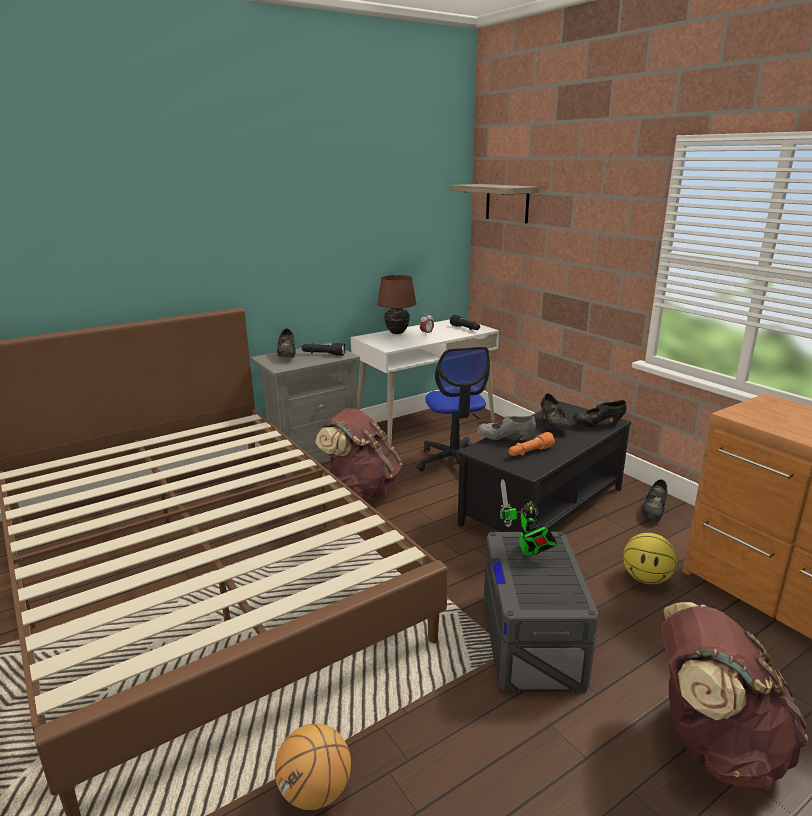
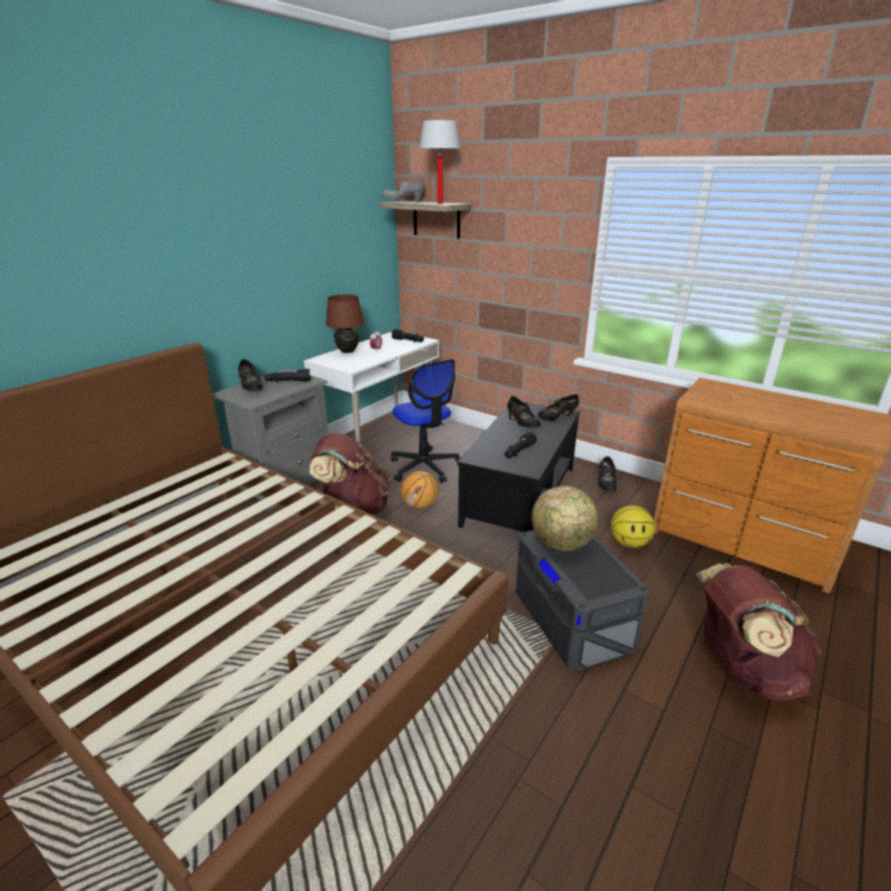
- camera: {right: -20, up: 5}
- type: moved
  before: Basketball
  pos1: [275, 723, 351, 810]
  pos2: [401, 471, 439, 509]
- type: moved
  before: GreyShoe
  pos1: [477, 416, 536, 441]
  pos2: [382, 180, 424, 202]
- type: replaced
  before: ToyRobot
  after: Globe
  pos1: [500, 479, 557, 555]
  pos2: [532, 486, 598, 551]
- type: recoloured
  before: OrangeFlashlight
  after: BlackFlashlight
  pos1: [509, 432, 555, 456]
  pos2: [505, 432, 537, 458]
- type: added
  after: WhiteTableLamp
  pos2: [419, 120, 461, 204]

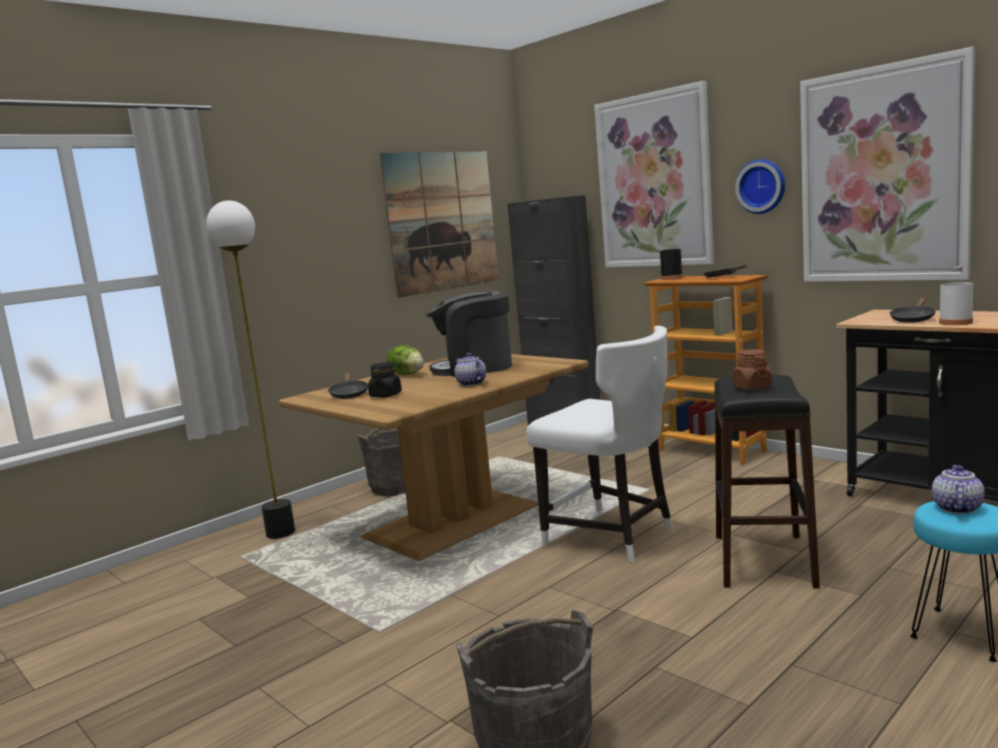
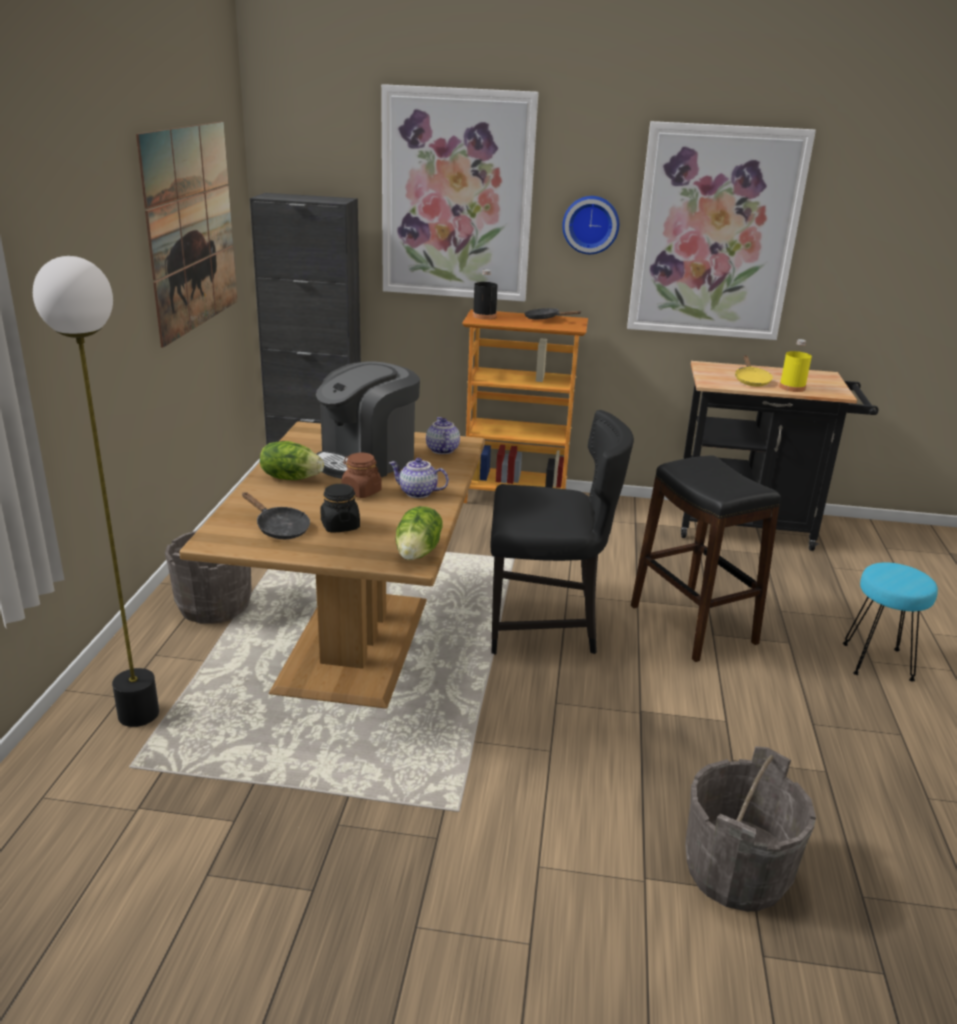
- camera: {right: -40, up: 15}
- type: recoloured
  before: WhiteChair
  after: BlackChair
  pos1: [526, 326, 674, 562]
  pos2: [490, 410, 634, 654]
- type: moved
  before: BrownJar
  pos1: [732, 349, 773, 390]
  pos2: [342, 453, 382, 498]
- type: recoloured
  before: BlackFryingPan
  after: YellowFryingPan
  pos1: [890, 297, 936, 323]
  pos2: [735, 355, 773, 387]
- type: moved
  before: Teapot
  pos1: [932, 465, 985, 514]
  pos2: [426, 417, 460, 454]
- type: recoloured
  before: WhiteBottle
  after: YellowBottle
  pos1: [939, 266, 973, 325]
  pos2: [779, 339, 812, 392]
- type: added
  after: Lettuce
  pos2: [396, 506, 443, 560]

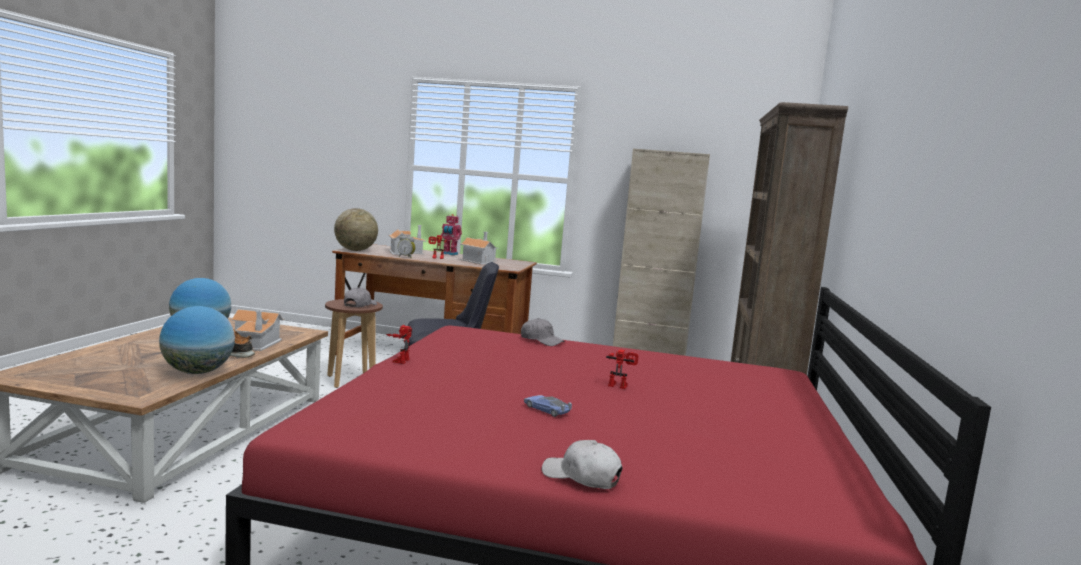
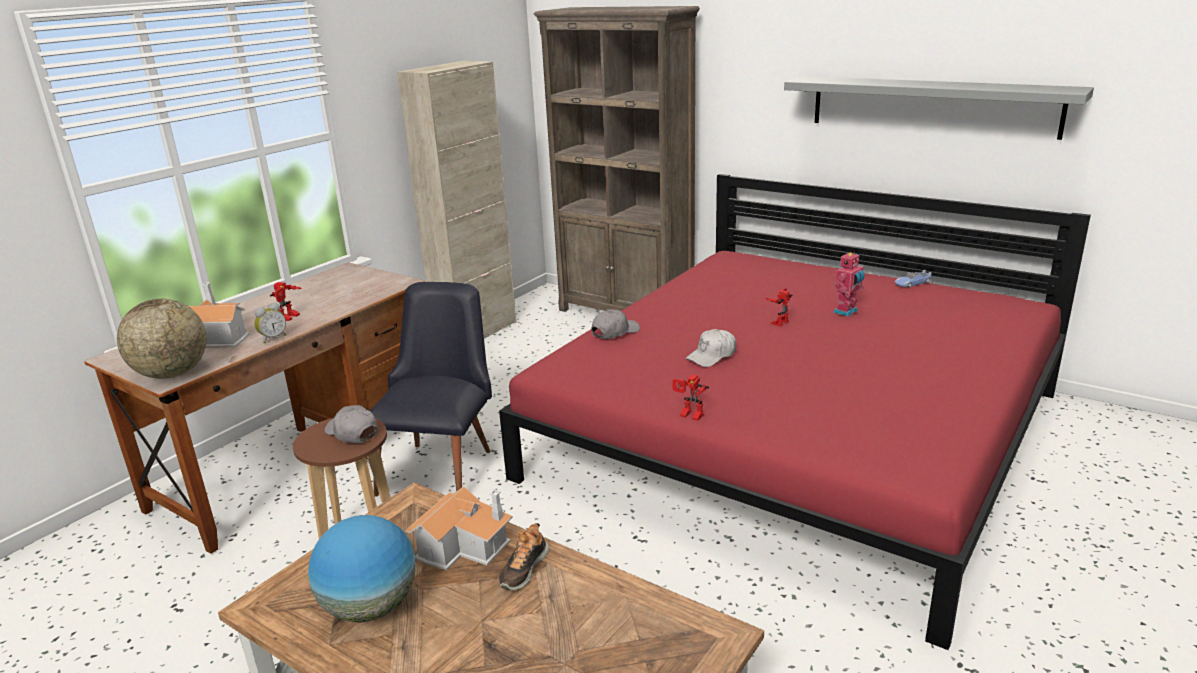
- camera: {right: -65, up: 15}
- type: removed
  before: Globe
  pos1: [159, 306, 235, 374]
- type: moved
  before: ToyRobot
  pos1: [441, 214, 462, 255]
  pos2: [833, 251, 865, 317]
- type: removed
  before: ToyHouse
  pos1: [460, 232, 499, 265]
- type: moved
  before: ToyCar
  pos1: [524, 395, 572, 417]
  pos2: [895, 270, 932, 288]
- type: moved
  before: WhiteCap
  pos1: [542, 440, 622, 489]
  pos2: [686, 329, 736, 367]
- type: added
  after: GreyShelf
  pos2: [784, 76, 1094, 140]

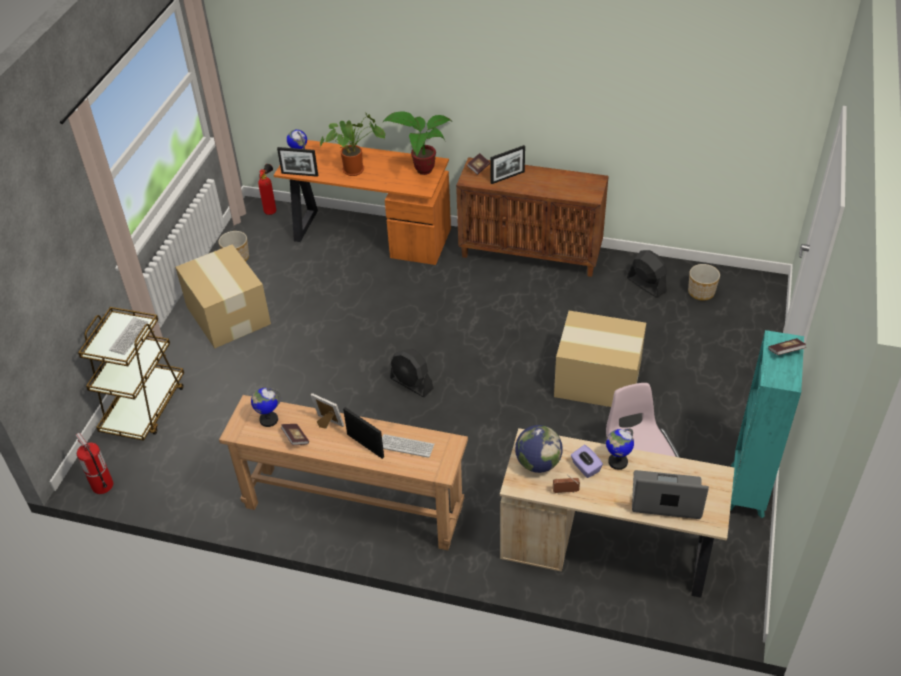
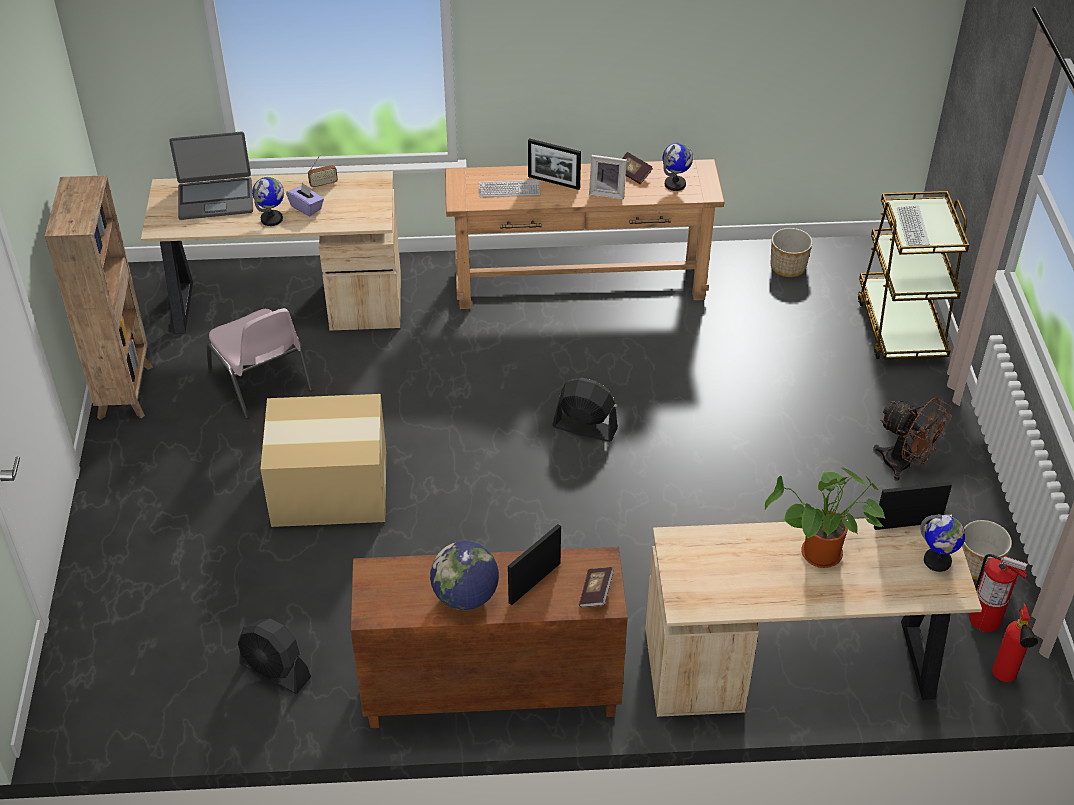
- camera: {right: 160, up: 0}
- type: moved
  before: FireExtinguisher
  pos1: [75, 433, 113, 494]
  pos2: [969, 554, 1028, 632]
- type: replaced
  before: CardboardBox
  after: BrownFan
  pos1: [175, 244, 271, 349]
  pos2: [873, 398, 952, 481]
- type: recoloured
  before: OrangeDesk
  after: BeigeDesk
  pos1: [274, 140, 451, 265]
  pos2: [645, 515, 982, 717]
- type: removed
  before: PottedPlant
  pos1: [382, 112, 452, 175]
- type: moved
  before: Globe
  pos1: [515, 425, 563, 473]
  pos2: [430, 541, 499, 610]
- type: moved
  before: Planter
  pos1: [688, 264, 720, 301]
  pos2: [771, 228, 813, 277]
- type: recoloured
  before: TurquoiseBookcase
  after: BrownBookcase
  pos1: [730, 330, 804, 518]
  pos2: [45, 175, 153, 420]
- type: removed
  before: Book
  pos1: [768, 338, 807, 355]

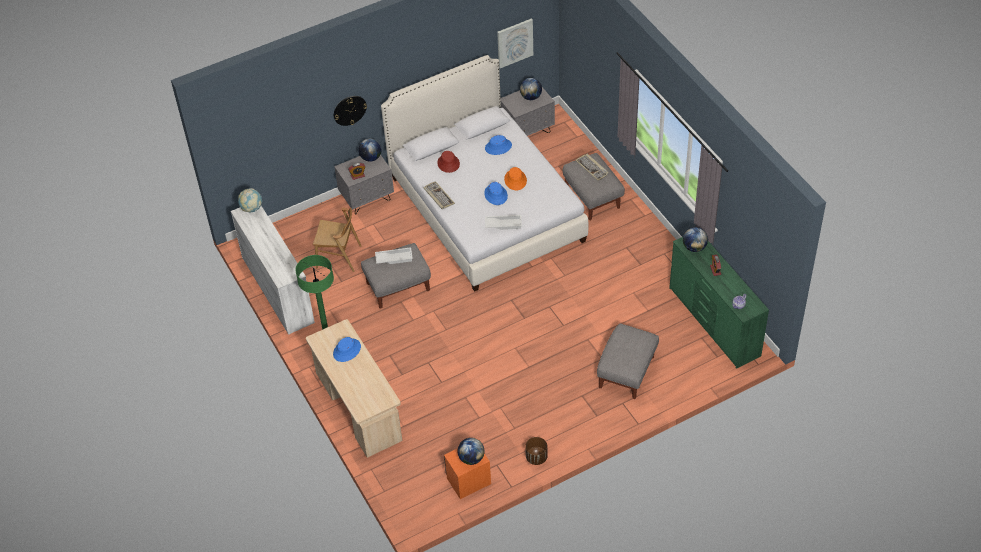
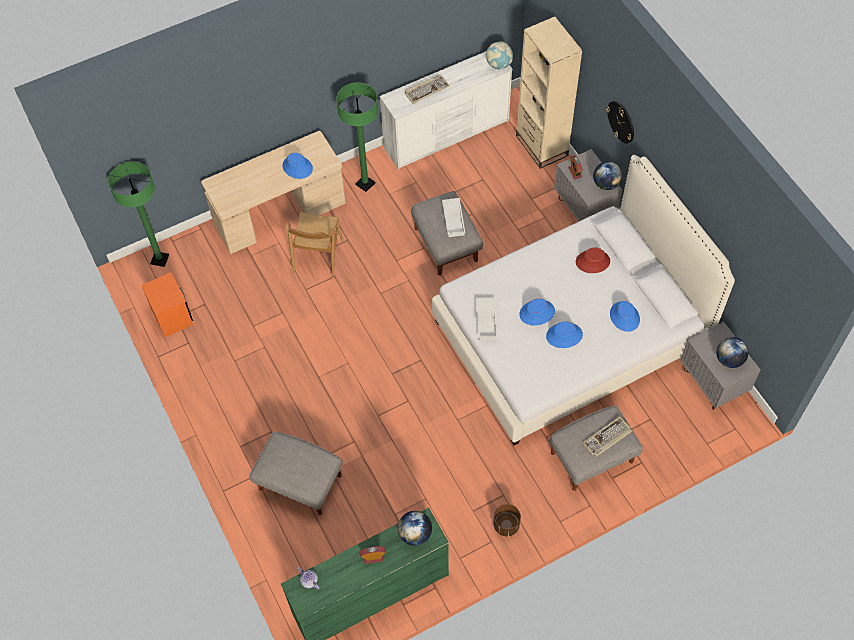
- camera: {right: 90, up: 10}
- type: moved
  before: BrownChair
  pos1: [313, 208, 361, 272]
  pos2: [286, 212, 343, 278]
- type: moved
  before: Keyboard
  pos1: [423, 181, 455, 209]
  pos2: [405, 74, 449, 104]
- type: removed
  before: Globe
  pos1: [458, 438, 485, 465]
- type: removed
  before: Picture
  pos1: [497, 19, 533, 68]
- type: recoloured
  before: OrangeHat
  after: BlueHat
  pos1: [504, 167, 527, 190]
  pos2: [546, 322, 583, 348]
- type: moved
  before: BrownPlanter
  pos1: [525, 437, 548, 465]
  pos2: [493, 504, 521, 536]
- type: added
  after: GreenFloorLamp
  pos2: [108, 161, 169, 267]
- type: added
  after: BeigeBookcase
  pos2: [516, 17, 583, 169]

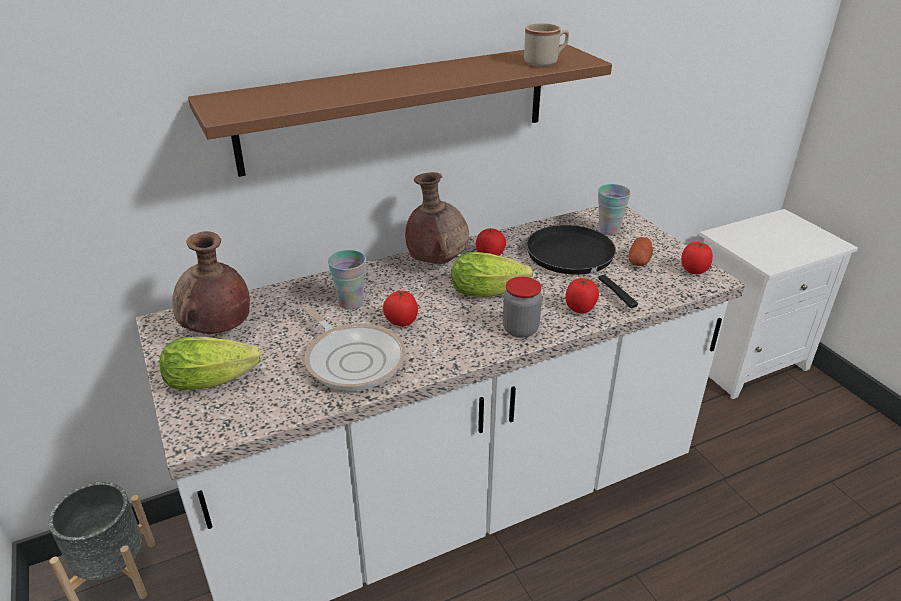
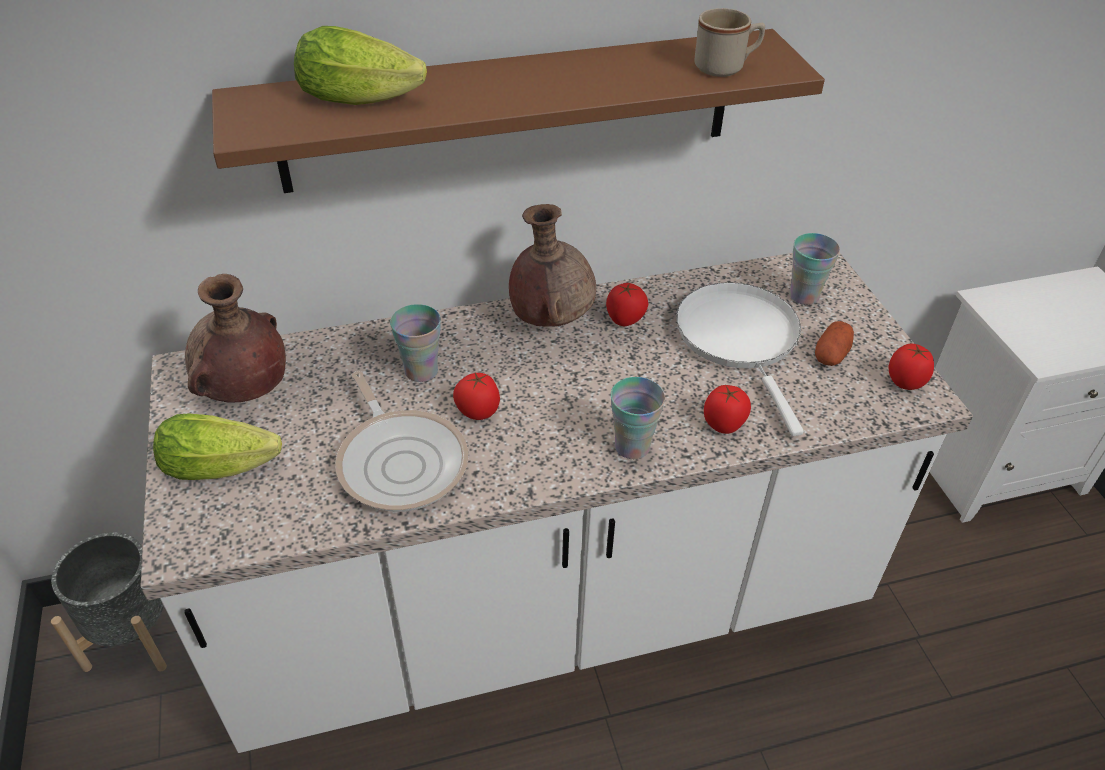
- camera: {right: 10, up: 10}
- type: moved
  before: Lettuce
  pos1: [451, 252, 533, 297]
  pos2: [294, 26, 427, 105]
- type: replaced
  before: Jar
  after: Cup
  pos1: [503, 277, 542, 338]
  pos2: [611, 377, 665, 459]
- type: recoloured
  before: BlackFryingPan
  after: WhiteFryingPan
  pos1: [526, 225, 638, 308]
  pos2: [676, 282, 804, 436]

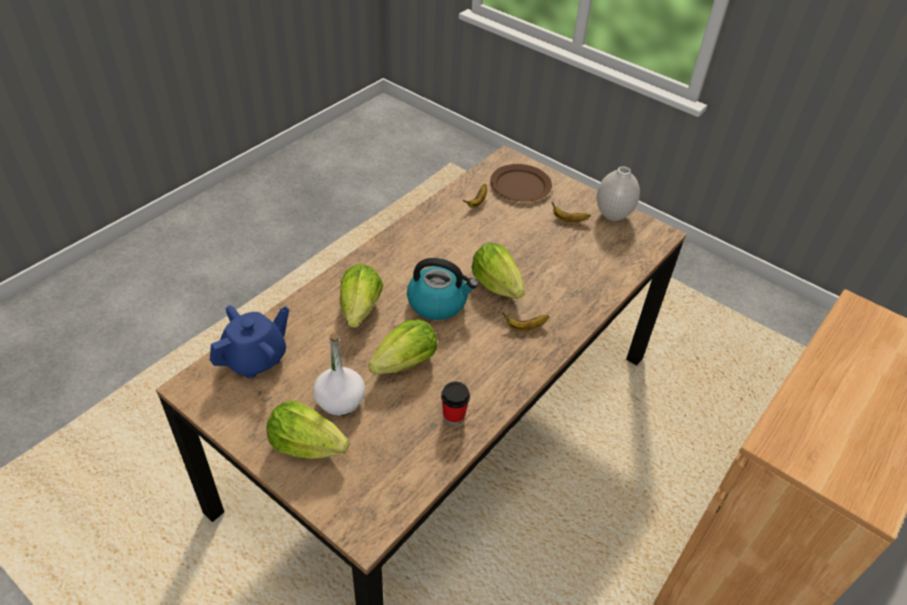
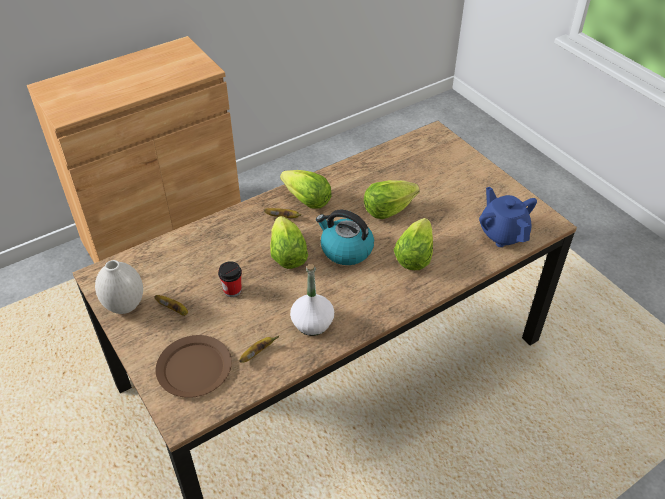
- camera: {right: -160, up: 0}
- type: turned
  before: BlueTeapot
  pos1: [210, 305, 289, 378]
  pos2: [479, 187, 537, 247]
  turn: 90
- type: moved
  before: Lettuce
  pos1: [266, 401, 350, 459]
  pos2: [280, 170, 332, 209]
- type: moved
  before: WhiteBottle
  pos1: [313, 333, 365, 416]
  pos2: [290, 264, 334, 336]
- type: moved
  before: Cup
  pos1: [441, 382, 470, 425]
  pos2: [218, 261, 242, 297]

